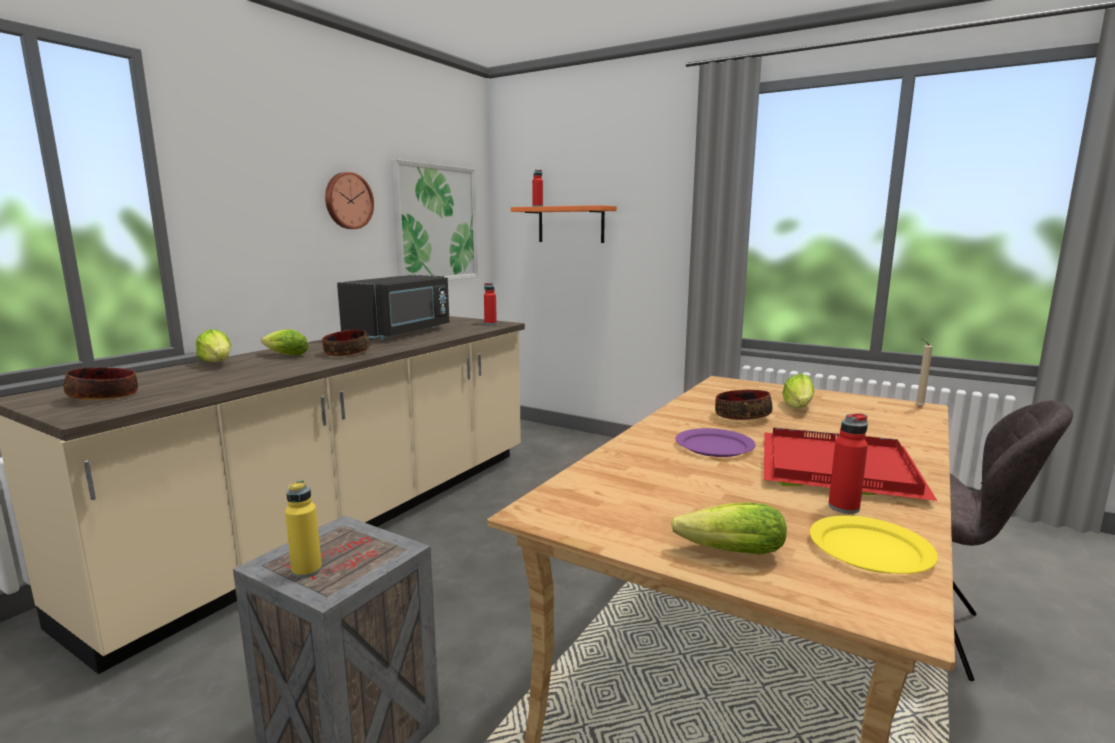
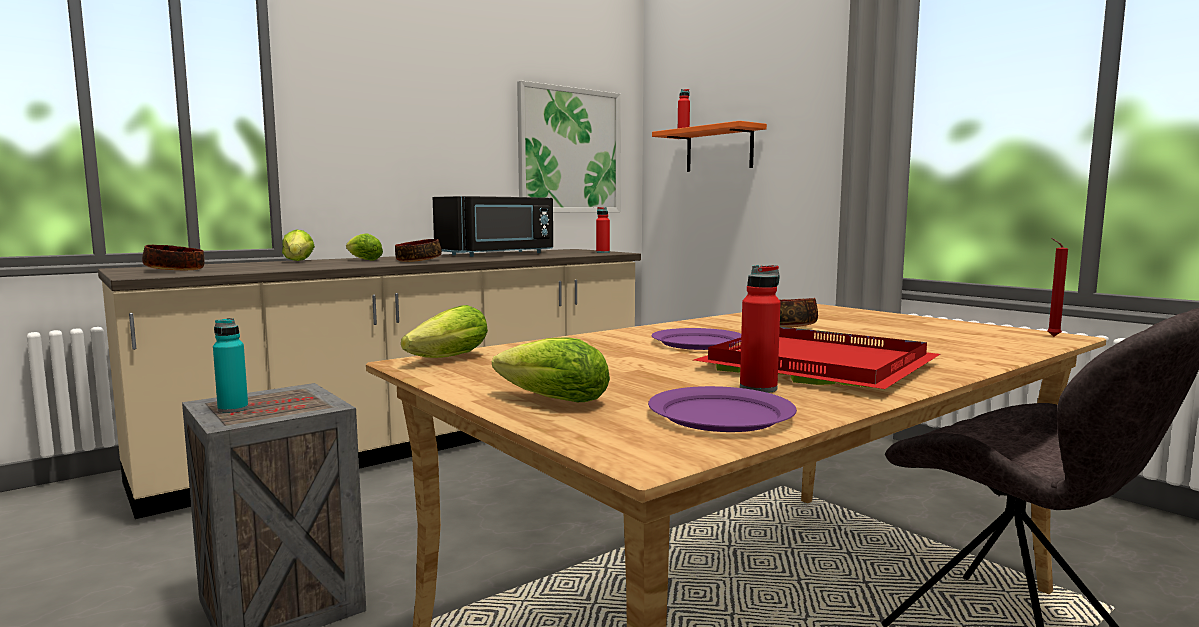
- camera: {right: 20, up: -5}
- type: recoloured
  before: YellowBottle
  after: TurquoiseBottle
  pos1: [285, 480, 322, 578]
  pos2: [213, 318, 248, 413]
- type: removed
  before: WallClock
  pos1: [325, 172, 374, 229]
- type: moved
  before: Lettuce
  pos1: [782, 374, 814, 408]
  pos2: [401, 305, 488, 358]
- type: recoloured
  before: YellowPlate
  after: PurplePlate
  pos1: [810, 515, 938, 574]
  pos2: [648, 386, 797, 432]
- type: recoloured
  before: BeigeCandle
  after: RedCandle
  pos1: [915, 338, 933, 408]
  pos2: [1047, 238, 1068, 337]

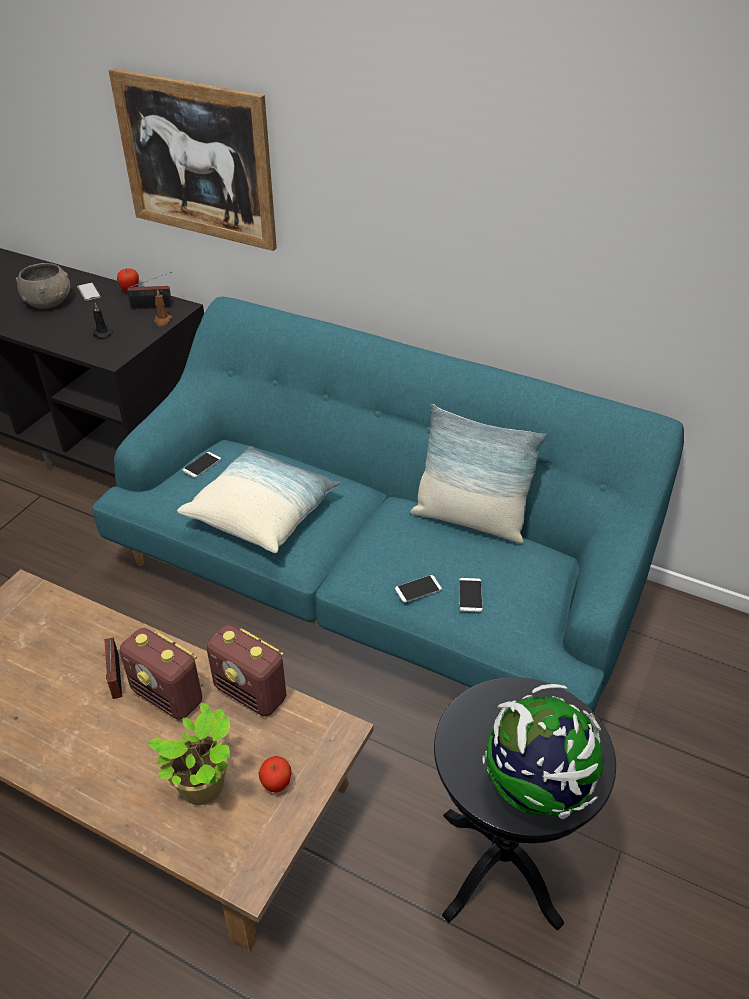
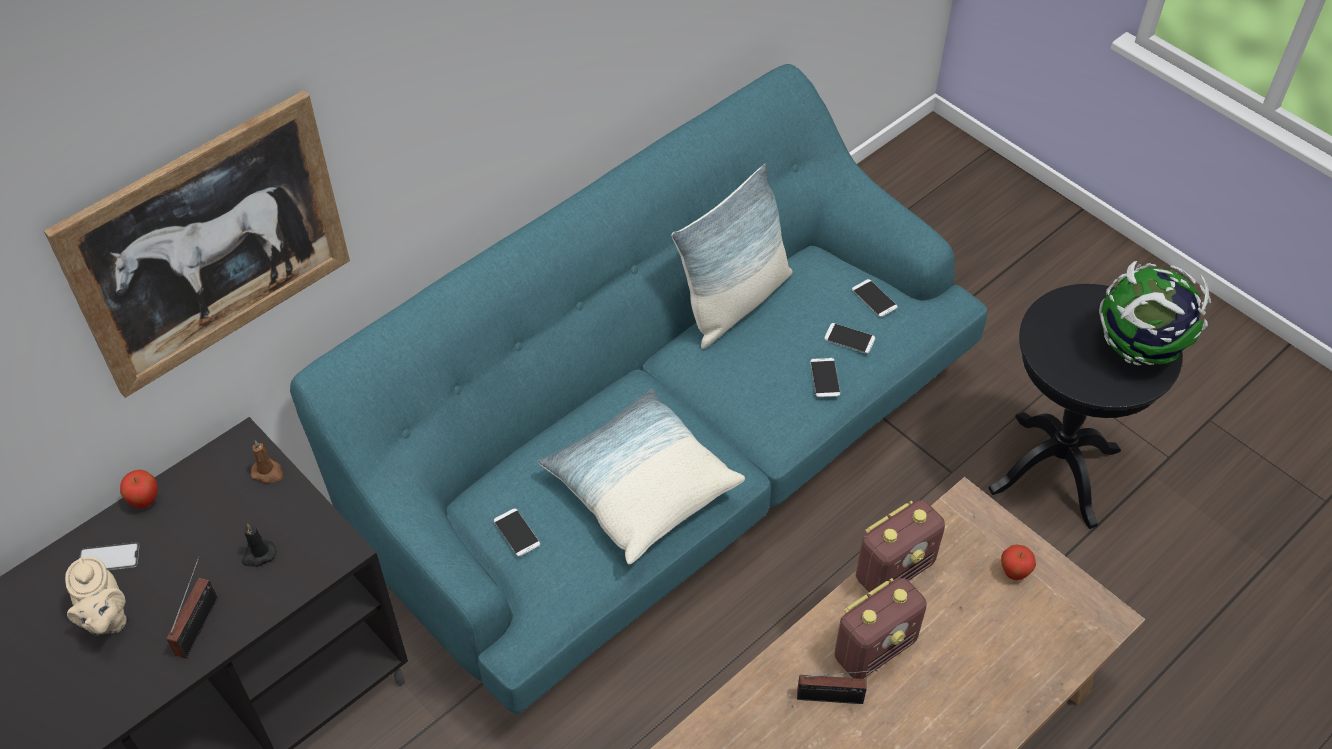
- camera: {right: -70, up: 10}
- type: replaced
  before: GreyBowl
  after: BeigeTeapot
  pos1: [16, 263, 71, 309]
  pos2: [65, 557, 127, 635]
- type: moved
  before: Radio
  pos1: [127, 272, 172, 309]
  pos2: [167, 556, 218, 658]
- type: removed
  before: PottedPlant
  pos1: [147, 703, 230, 805]
- type: added
  after: Phone
  pos2: [852, 279, 898, 317]

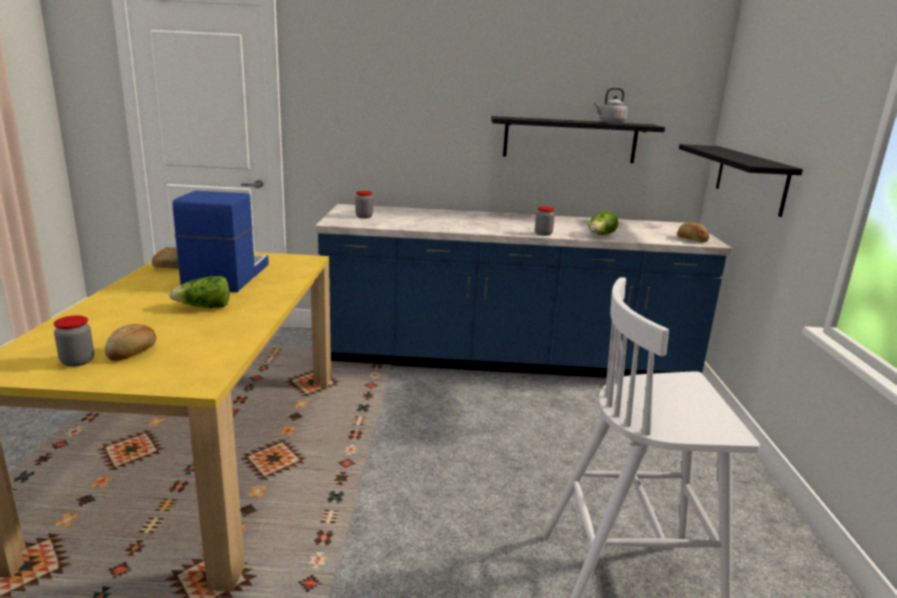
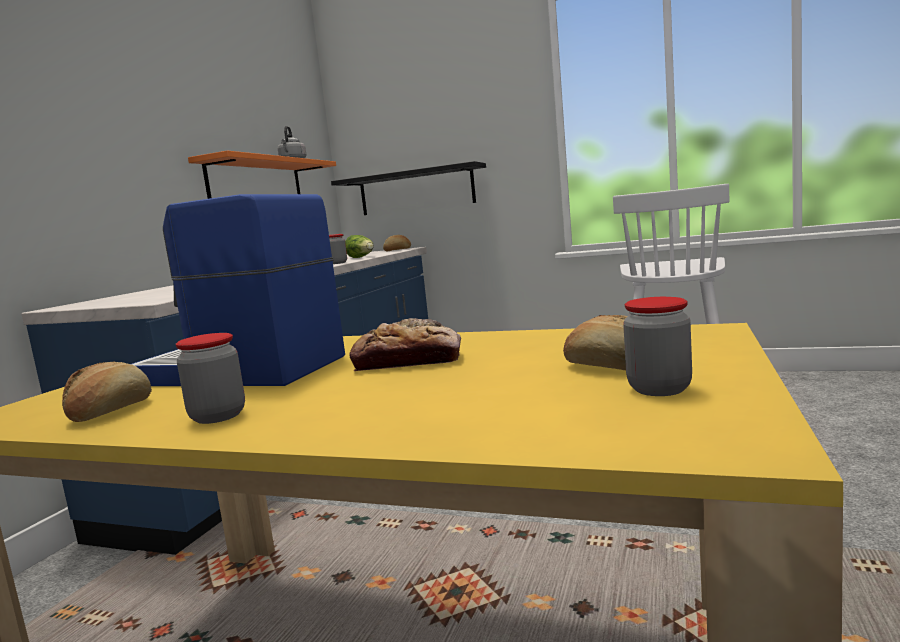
- camera: {right: -70, up: -10}
- type: replaced
  before: Lettuce
  after: Bread
  pos1: [169, 276, 230, 308]
  pos2: [349, 318, 461, 371]
- type: moved
  before: Jar
  pos1: [355, 191, 373, 218]
  pos2: [176, 333, 245, 424]
- type: recoloured
  before: BlackShelf
  after: OrangeShelf
  pos1: [491, 116, 665, 163]
  pos2: [188, 150, 336, 199]

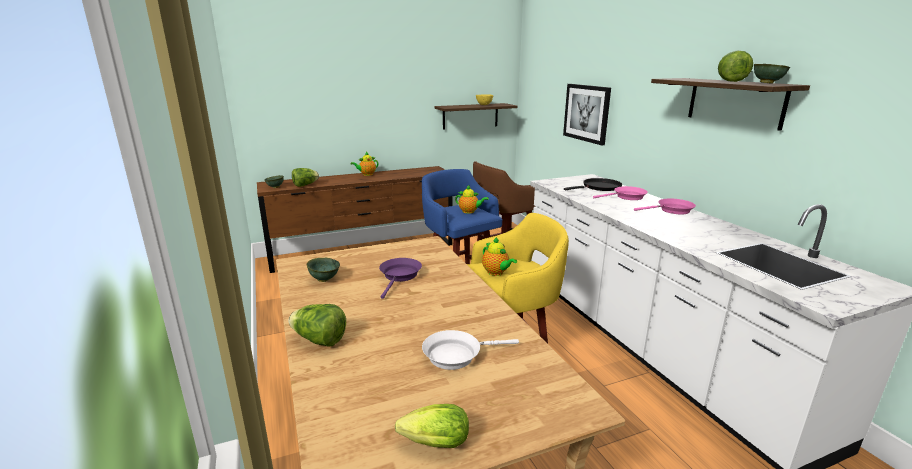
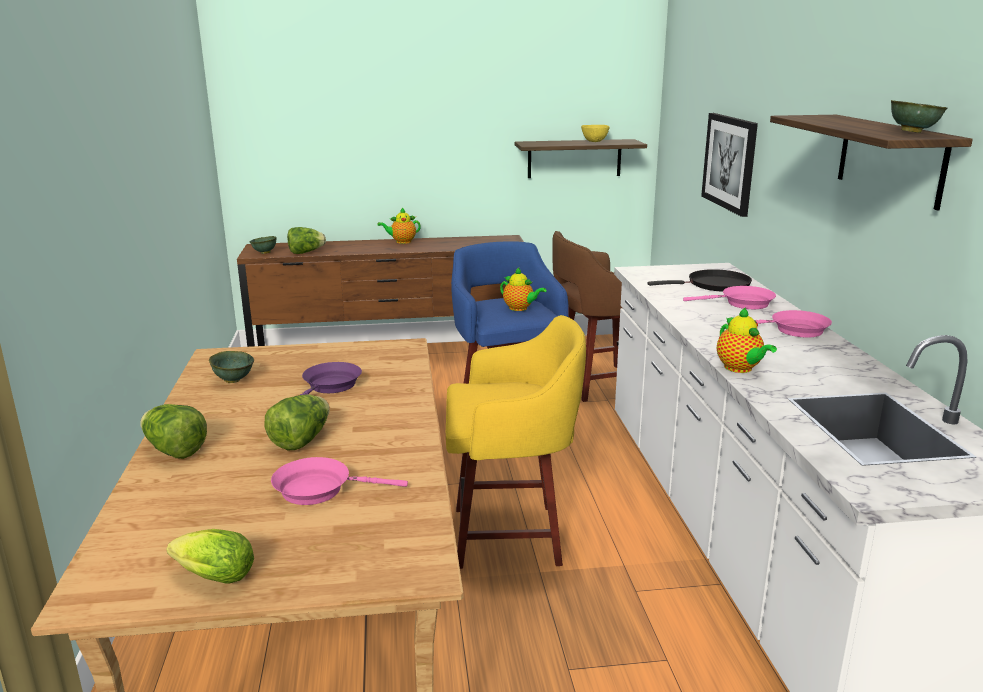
- camera: {right: 15, up: 0}
- type: recoloured
  before: WhiteFryingPan
  after: PinkFryingPan
  pos1: [422, 330, 519, 370]
  pos2: [271, 457, 408, 505]
- type: moved
  before: Teapot
  pos1: [482, 237, 517, 276]
  pos2: [717, 307, 777, 373]
- type: moved
  before: Lettuce
  pos1: [718, 51, 753, 82]
  pos2: [265, 394, 330, 450]

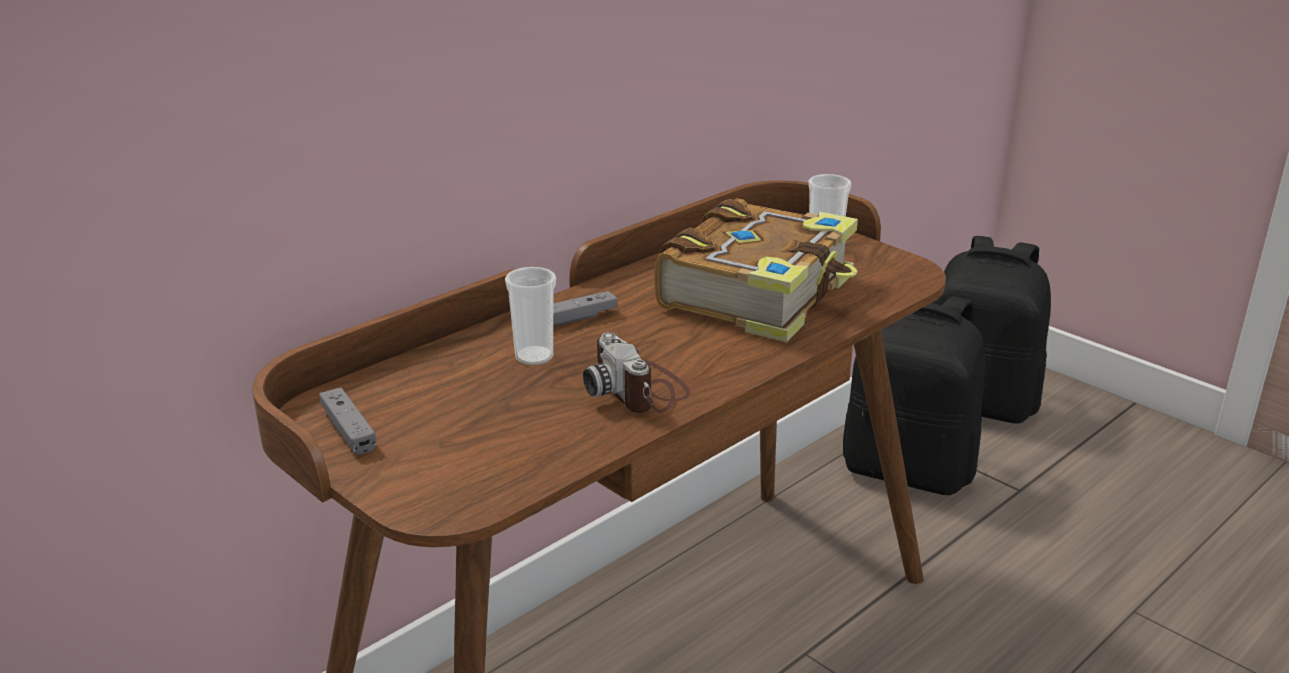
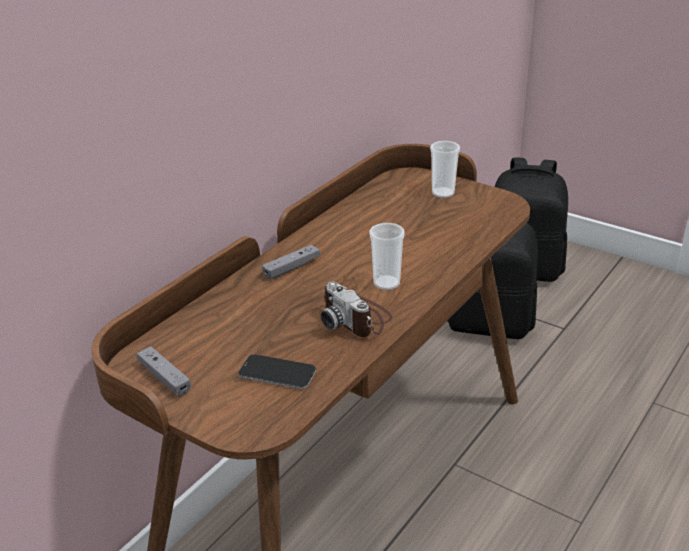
- camera: {right: -10, up: 5}
- type: moved
  before: Cup
  pos1: [505, 267, 556, 365]
  pos2: [369, 223, 405, 290]
- type: removed
  before: Book
  pos1: [654, 198, 858, 342]
- type: added
  after: Phone
  pos2: [238, 354, 316, 389]

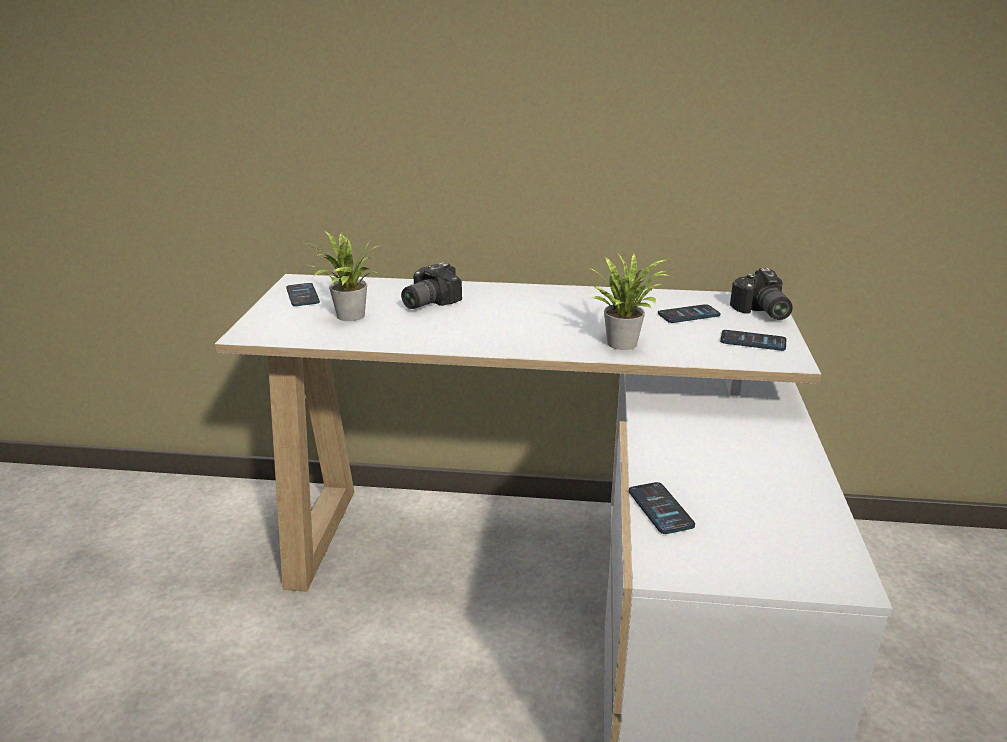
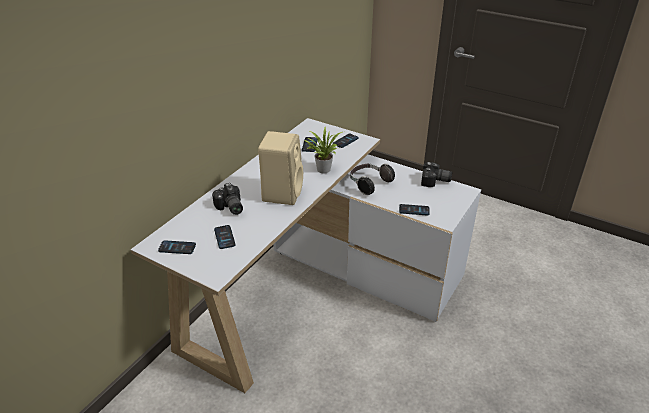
- camera: {right: -65, up: 10}
- type: replaced
  before: PottedPlant
  after: Phone
  pos1: [302, 231, 378, 321]
  pos2: [214, 225, 236, 249]
- type: moved
  before: PhotoCamera
  pos1: [730, 268, 793, 320]
  pos2: [421, 162, 452, 187]
- type: added
  after: BeigeSpeaker
  pos2: [258, 131, 303, 205]
- type: added
  after: Headphones
  pos2: [350, 163, 395, 195]

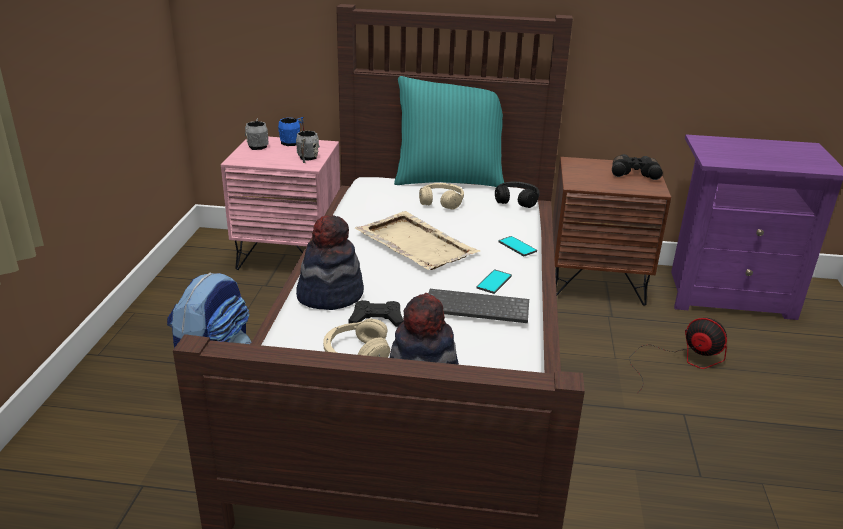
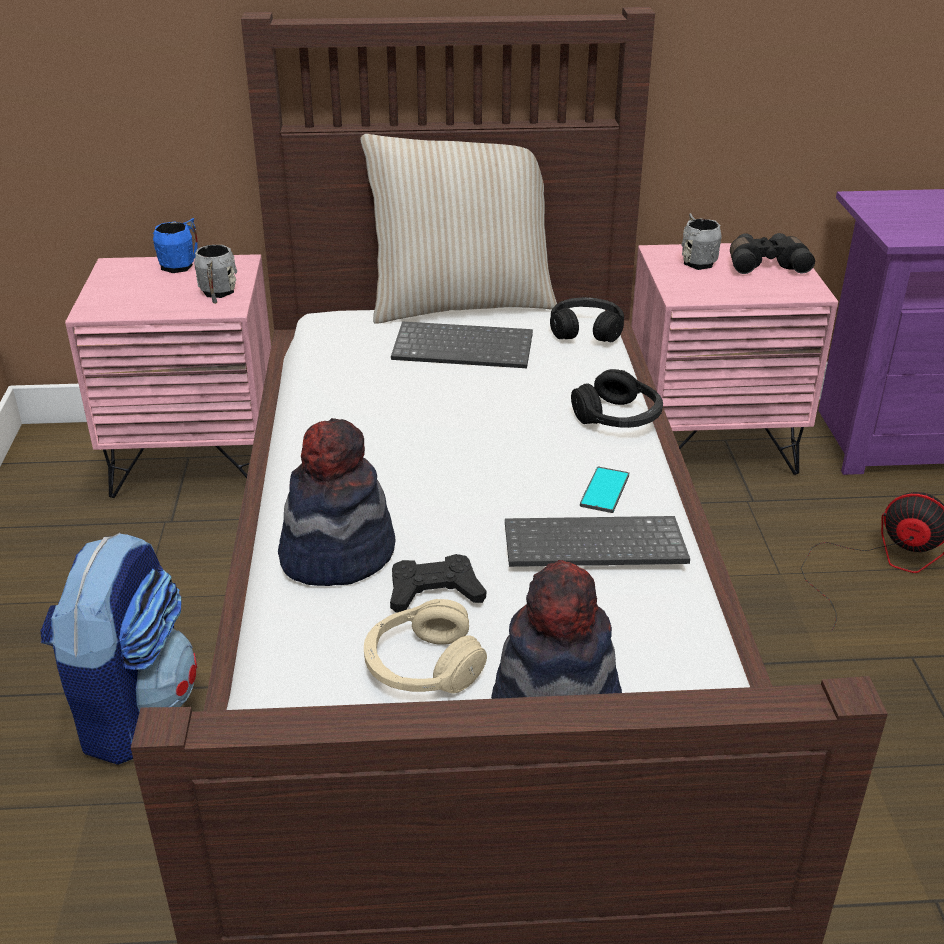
- camera: {right: -10, up: 5}
- type: moved
  before: GreyMug
  pos1: [245, 118, 269, 150]
  pos2: [681, 213, 721, 270]
- type: removed
  before: BeigeTray
  pos1: [355, 211, 480, 270]
- type: recoloured
  before: TurquoisePillow
  after: BeigePillow
  pos1: [394, 76, 504, 187]
  pos2: [361, 134, 557, 323]
- type: replaced
  before: BeigeHeadphones
  after: Keyboard
  pos1: [419, 183, 464, 210]
  pos2: [391, 321, 533, 368]
- type: replaced
  before: Phone
  after: BlackHeadphones
  pos1: [498, 236, 537, 256]
  pos2: [571, 369, 663, 428]
- type: recoloured
  before: BrownNightstand
  after: PinkNightstand
  pos1: [552, 157, 671, 306]
  pos2: [631, 243, 838, 475]

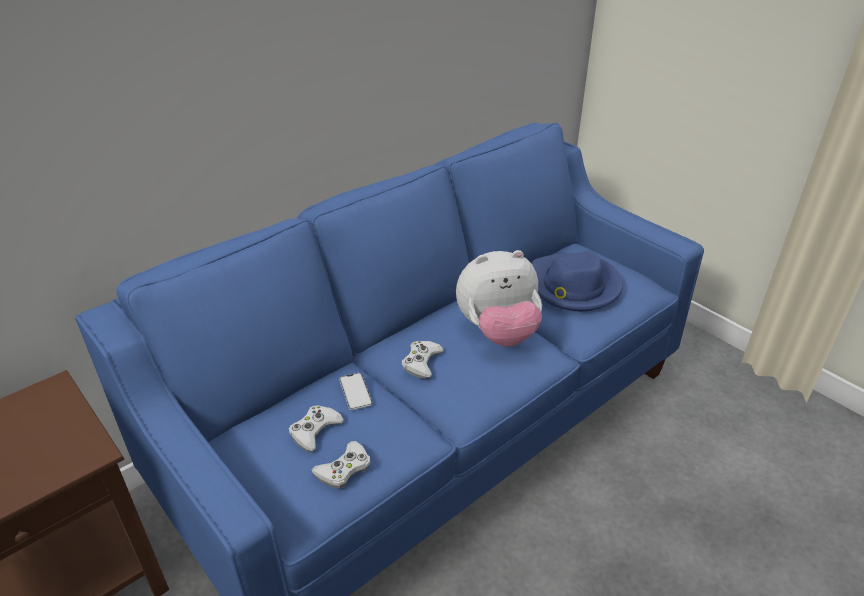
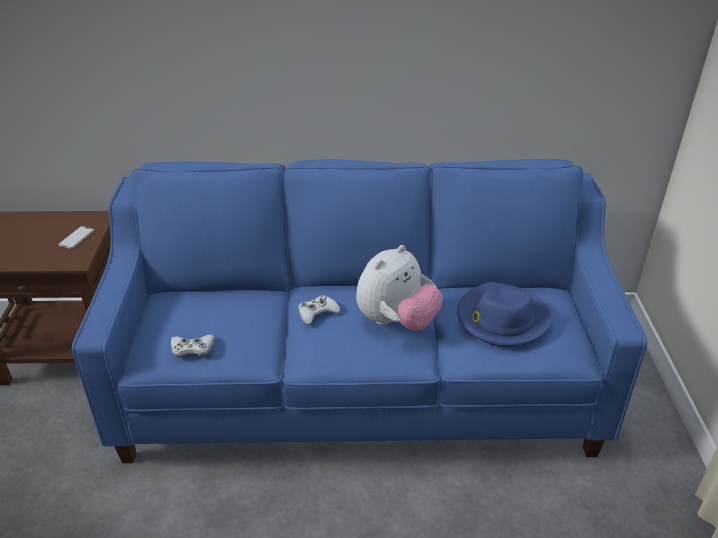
- camera: {right: 40, up: 0}
- type: removed
  before: WhiteGameController
  pos1: [289, 405, 344, 452]
- type: moved
  before: Phone
  pos1: [339, 373, 373, 410]
  pos2: [58, 226, 94, 249]
- type: turned
  before: PlushToy
  pos1: [456, 250, 542, 347]
  pos2: [356, 245, 443, 331]
  turn: -75

